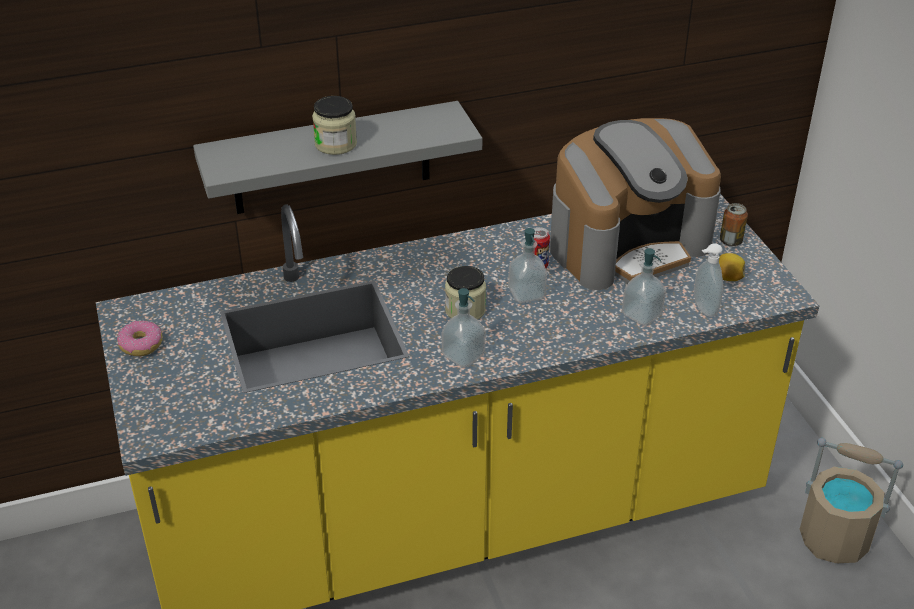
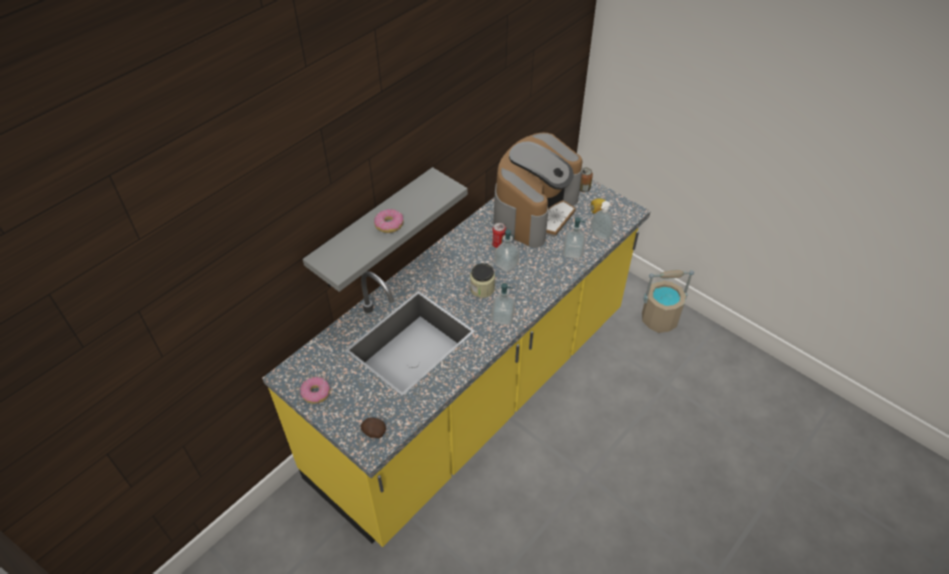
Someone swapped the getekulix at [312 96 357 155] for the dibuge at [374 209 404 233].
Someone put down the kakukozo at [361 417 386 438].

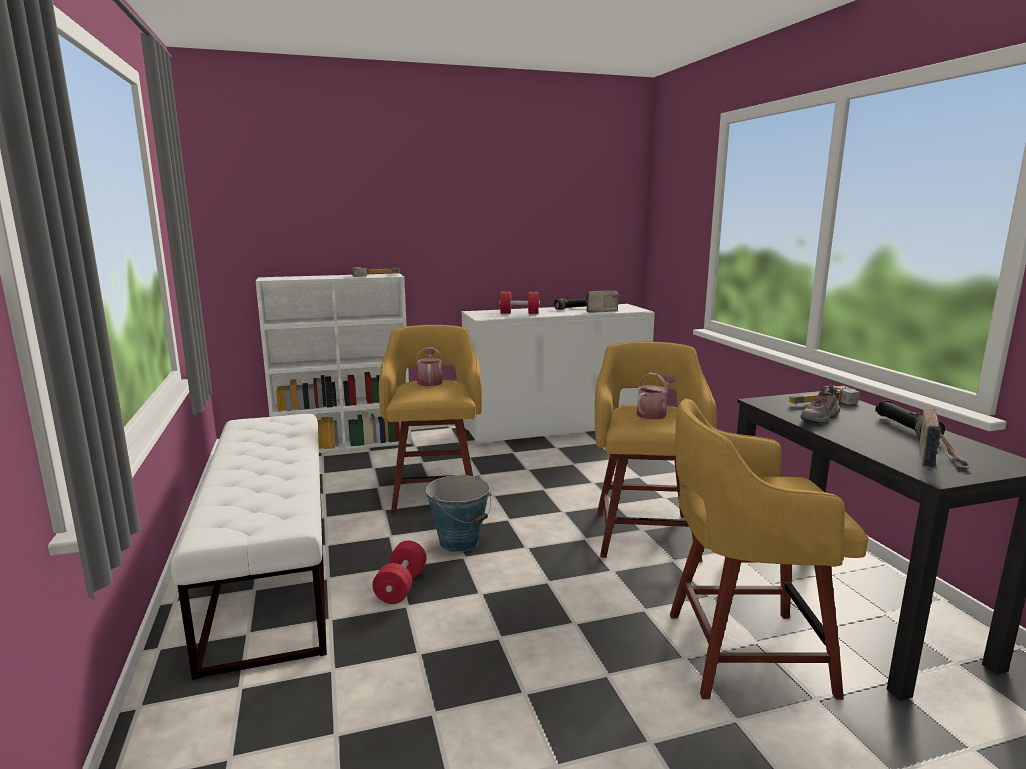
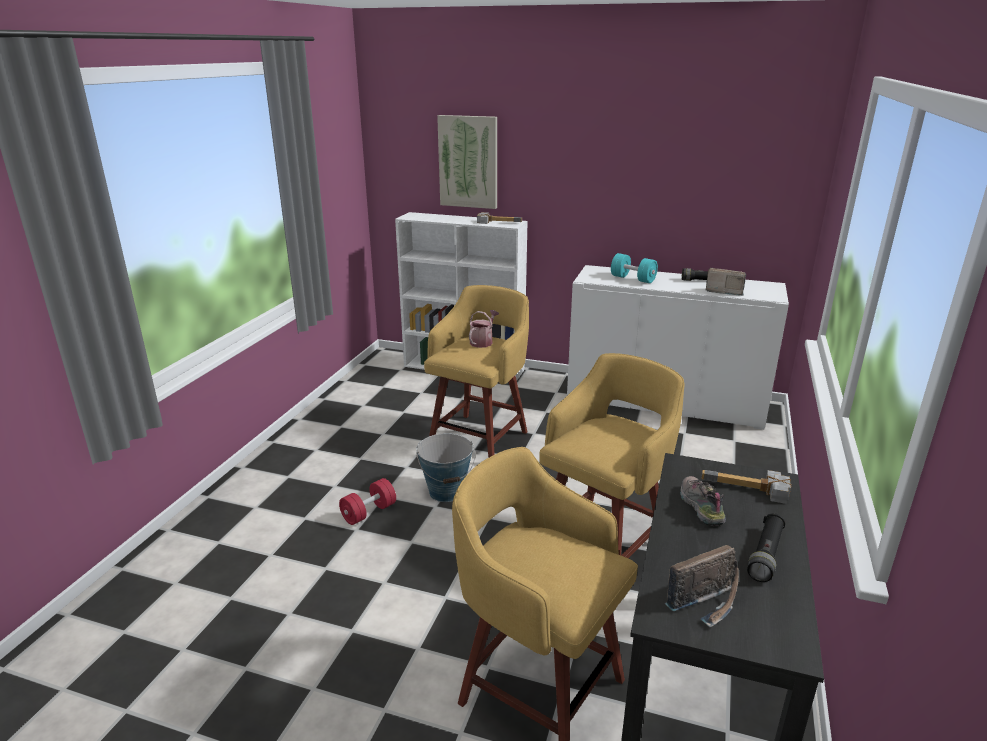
Someone took away the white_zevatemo at [170 414 327 680].
Someone repainted the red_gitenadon at [499 292 540 314], which became the turquoise_gitenadon at [611 253 658 283].
Someone took away the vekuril at [636 373 676 419].
Someone rotated the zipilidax at [801 385 840 424] by 90 degrees clockwise.
Someone put up the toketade at [437 115 497 209].

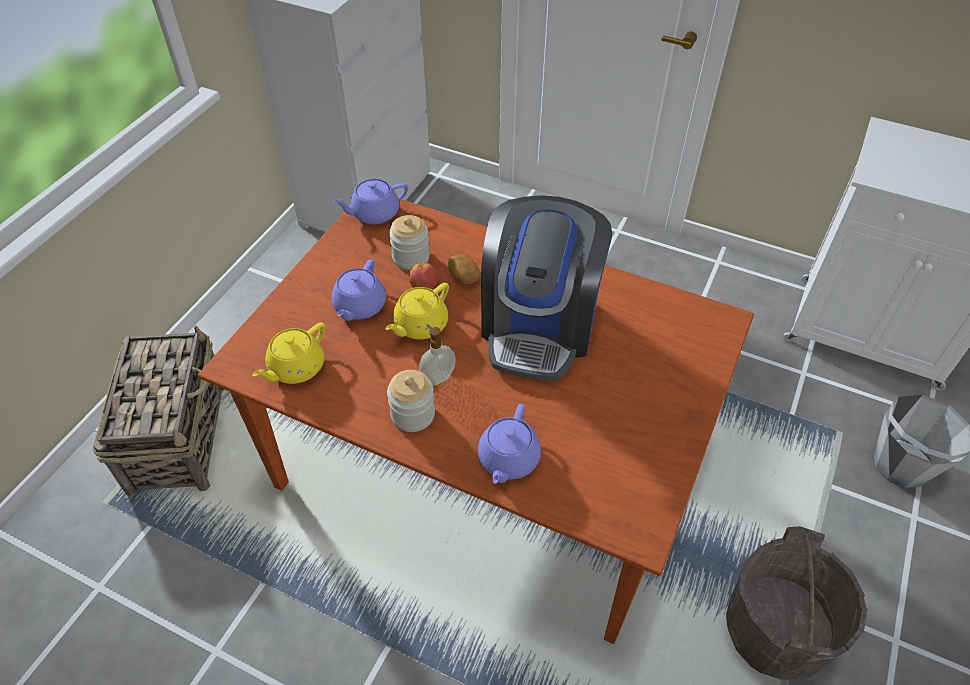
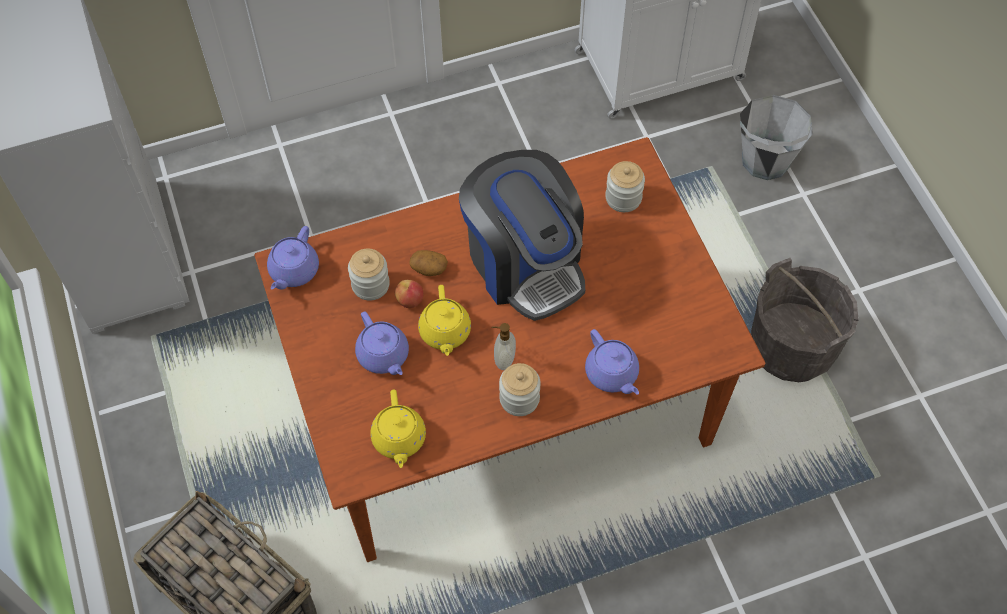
Someone put down the getekulix at [605 161 645 212].

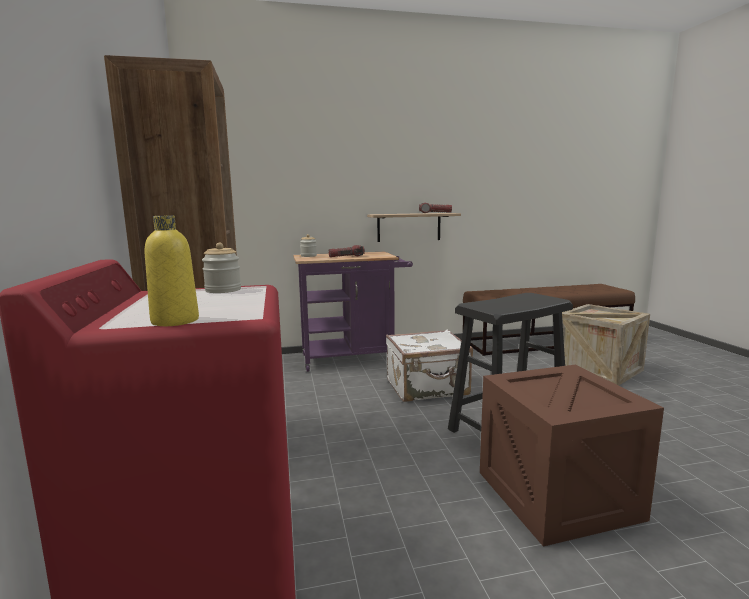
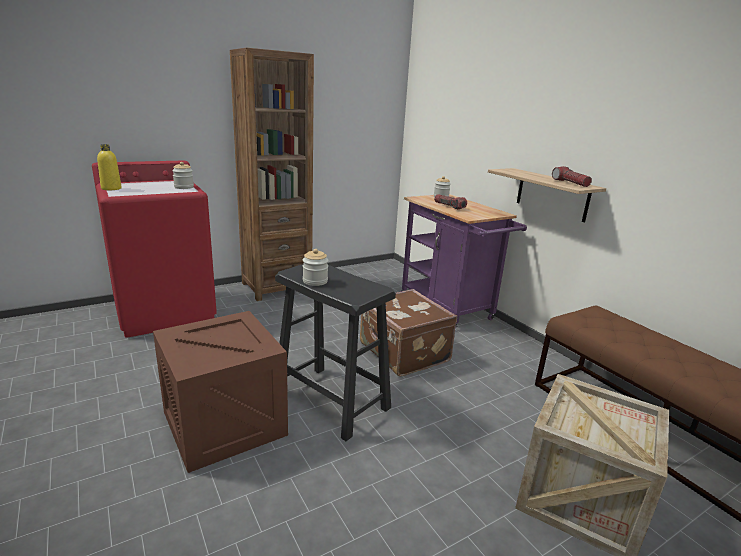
Someone repainted the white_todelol at [386 330 473 402], which became the brown_todelol at [360 289 457 377].
Someone put down the getekulix at [303 249 328 286].

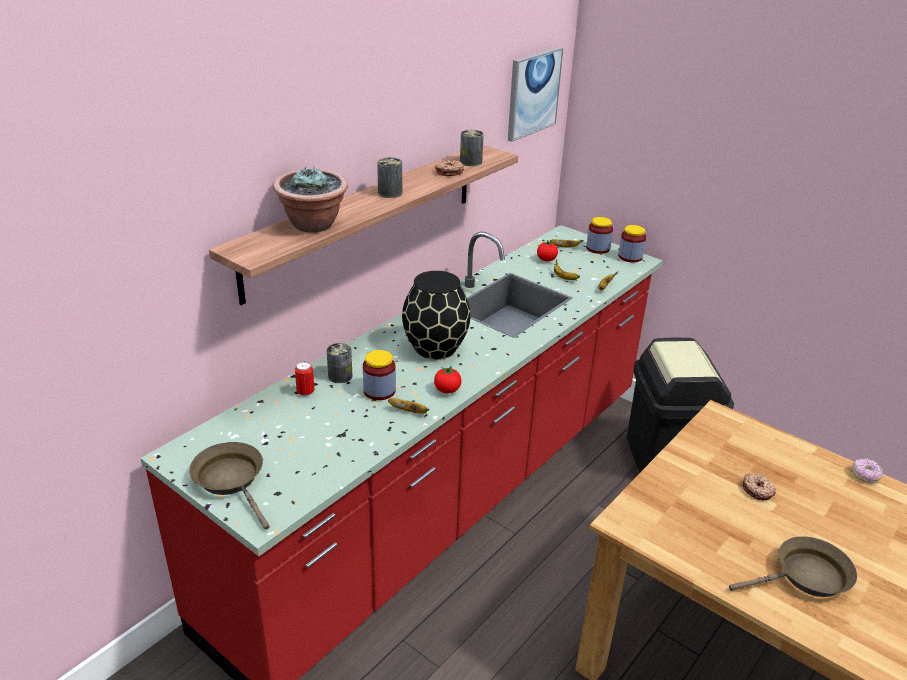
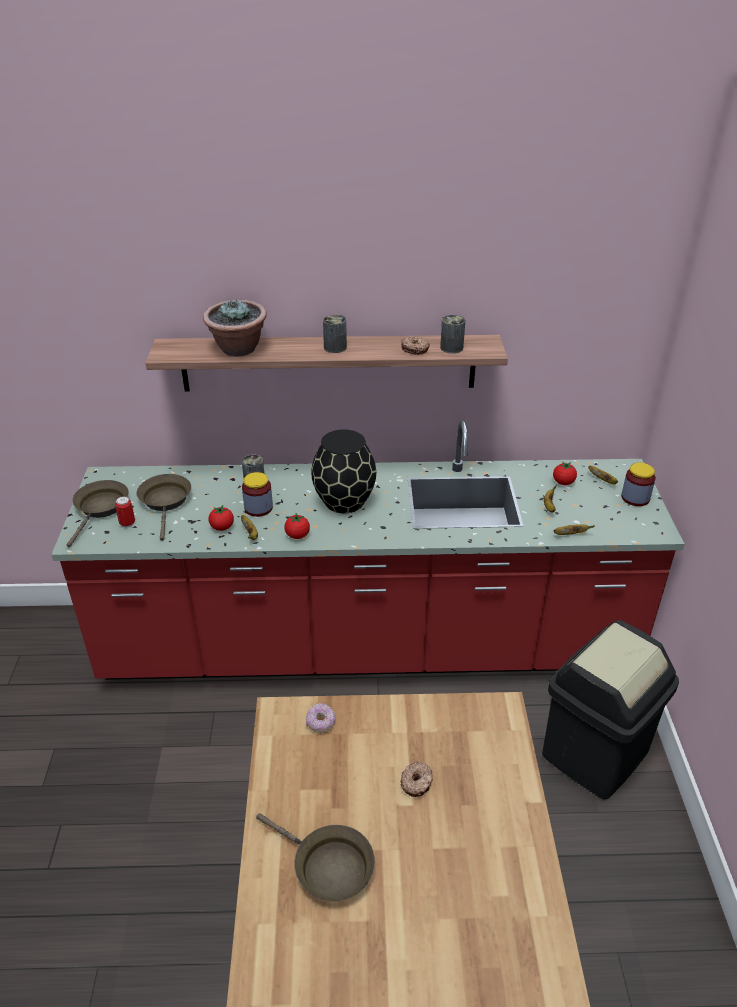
Someone carried the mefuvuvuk from [295 362 314 397] to [115 496 135 528].
Someone took away the toketade at [508 47 563 142].
Someone took away the getekulix at [618 225 646 263].
Someone carried the dibuge from [852 459 883 483] to [306 703 336 733].
Someone put down the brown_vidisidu at [137 474 191 541].
Someone put down the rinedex at [209 505 234 531].

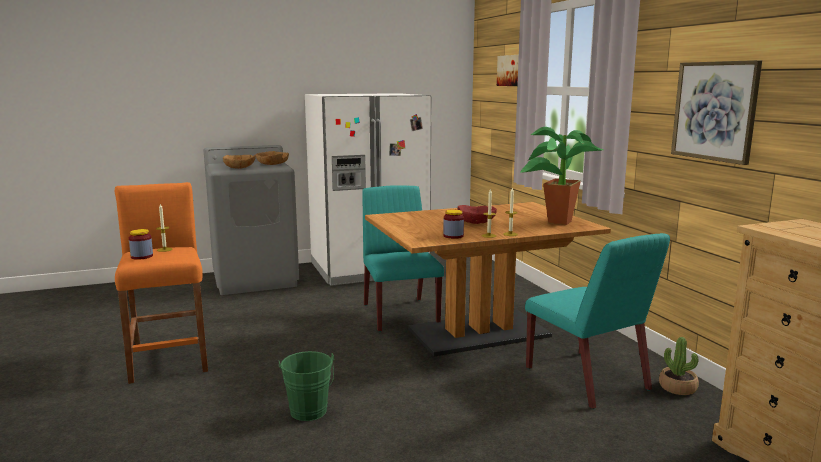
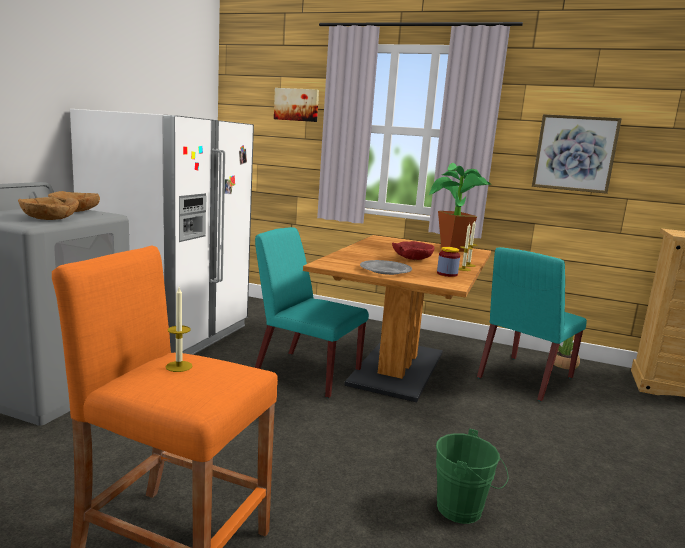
Someone took away the getekulix at [129 229 153 260].
Someone rotated the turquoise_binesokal at [525 233 670 409] by 120 degrees clockwise.
Someone put down the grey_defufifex at [360 260 412 275].

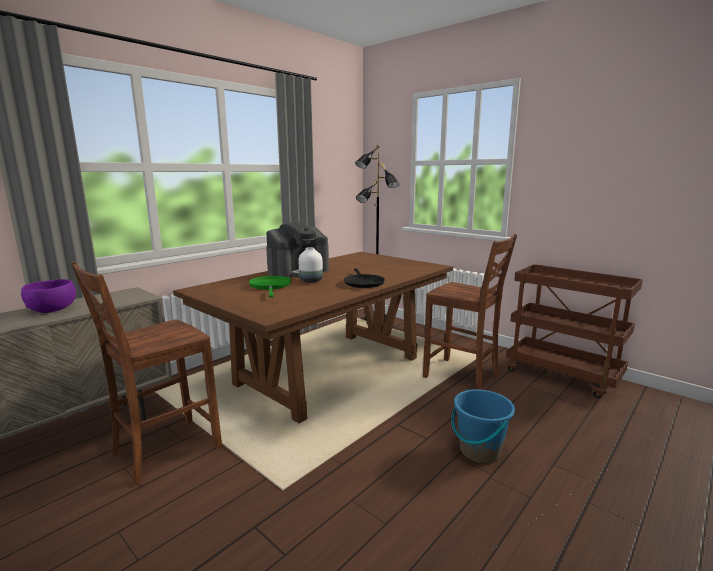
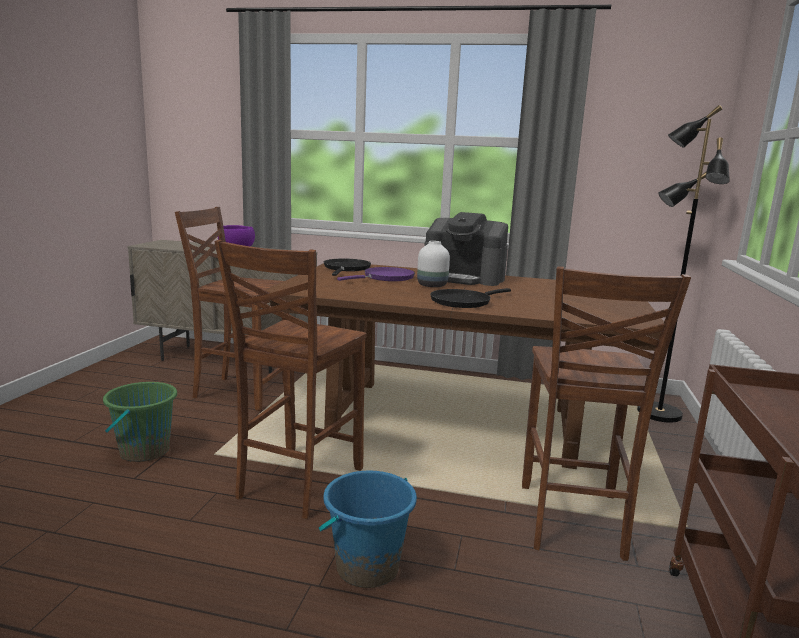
Someone repainted the green_vidisidu at [249 276 291 297], which became the purple_vidisidu at [337 267 415 281].
Someone put down the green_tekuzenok at [103 382 177 462].
Someone put down the brown_binesokal at [215 240 367 519].
Someone put down the black_vidisidu at [324 258 371 276].

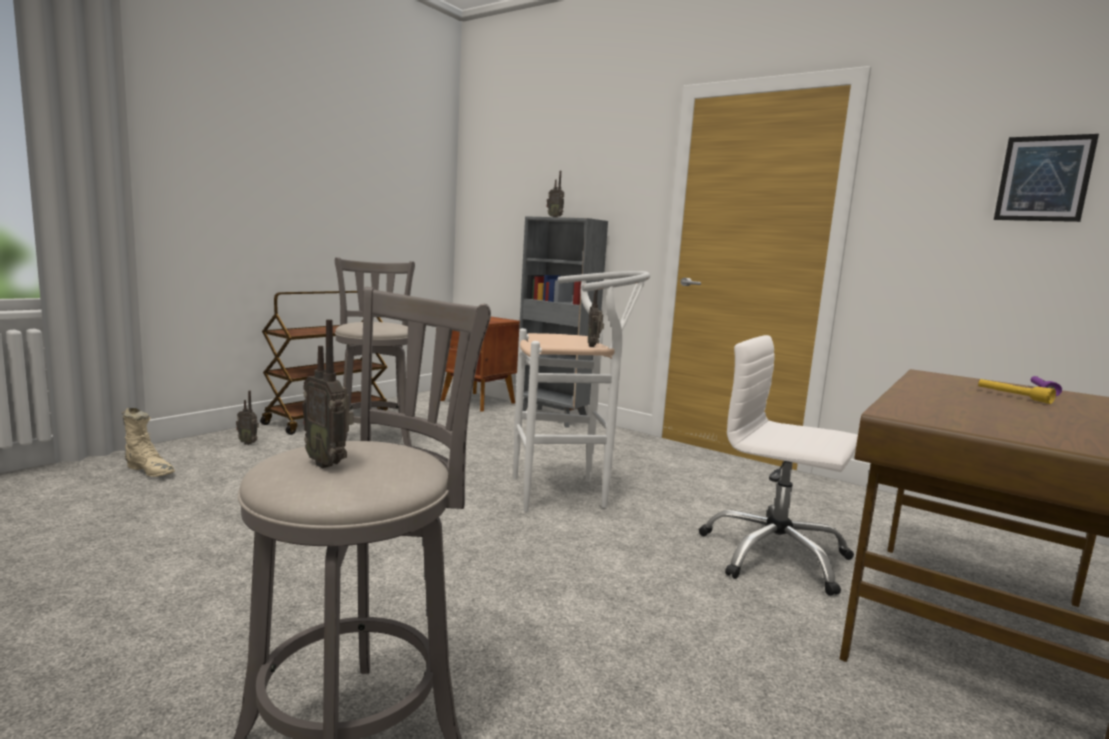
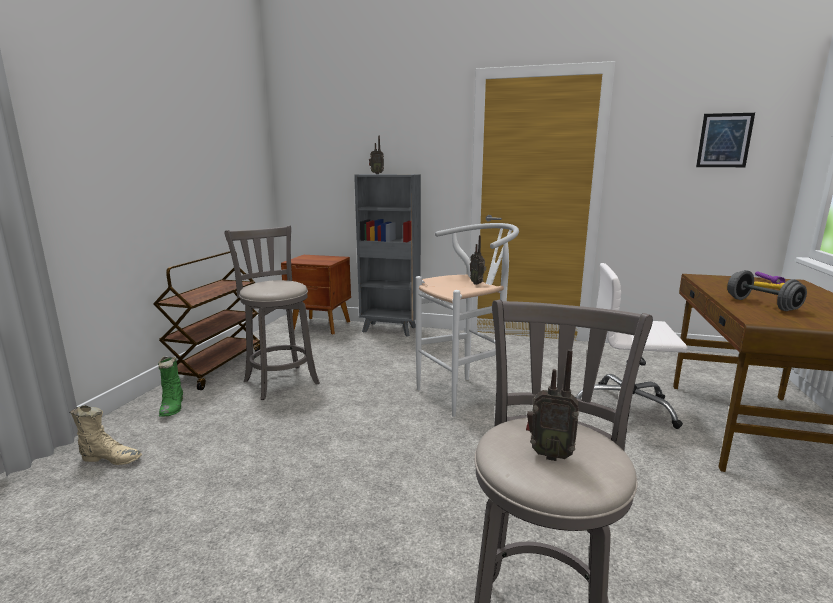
Someone swapped the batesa at [236 391 259 445] for the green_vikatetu at [158 356 183 417].
Someone put down the grey_gitenadon at [727 270 807 311].

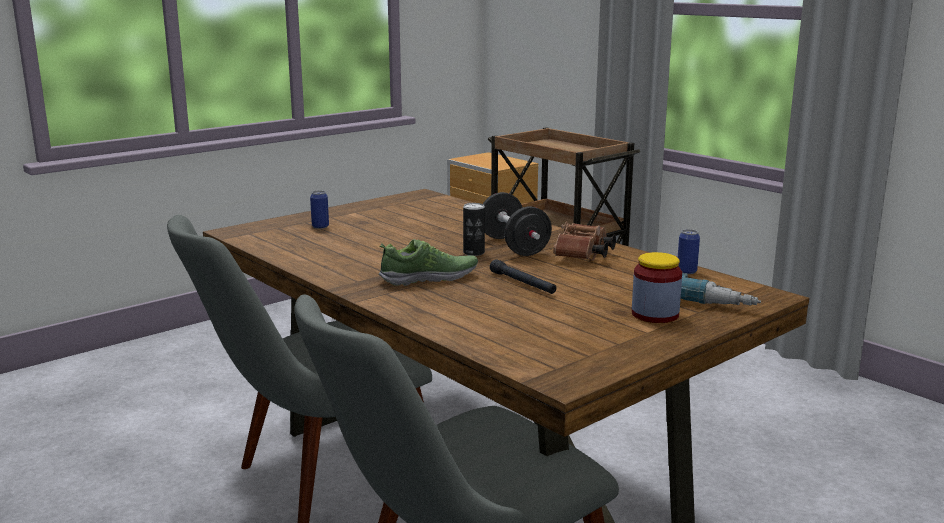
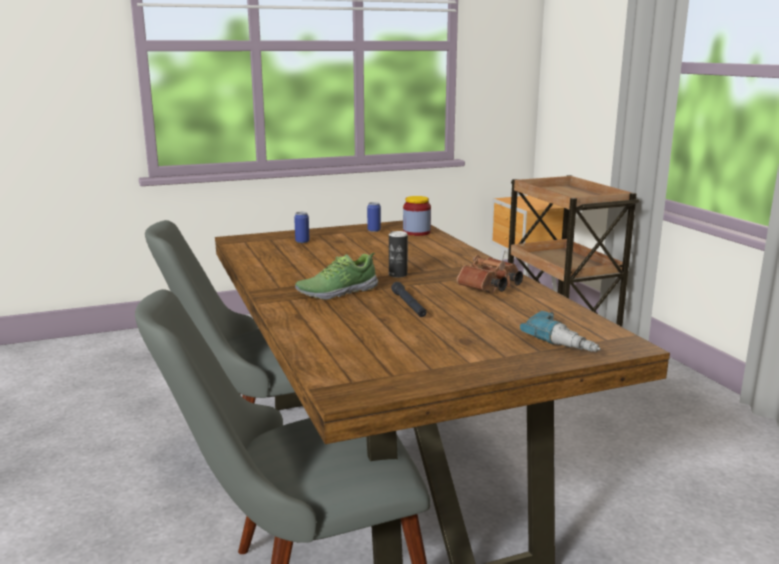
Someone rotated the zipilidax at [379 239 478 286] by 150 degrees clockwise.
Someone took away the black_gitenadon at [483 192 552 256].
Someone carried the getekulix from [632 252 682 323] to [403 196 431 236].
Someone carried the mefuvuvuk from [678 229 700 274] to [367 202 381 232].

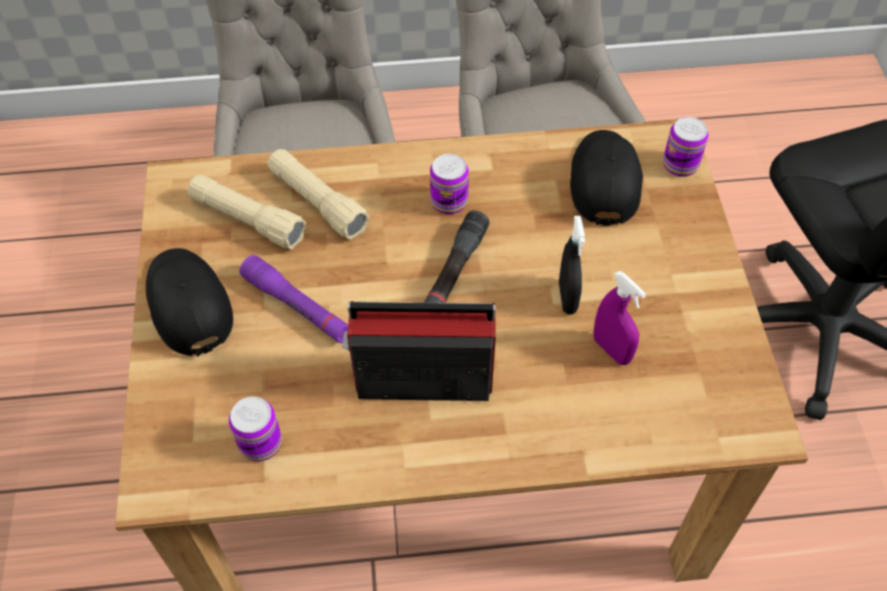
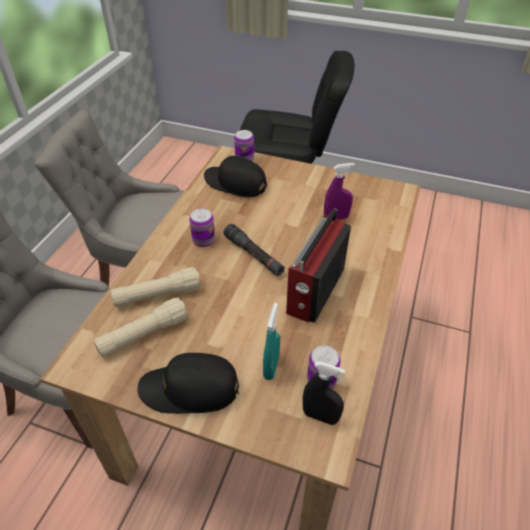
Someone took away the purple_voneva at [239 255 348 344].
Someone carried the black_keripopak from [559 216 585 314] to [302 362 346 425].
Someone put down the turquoise_keripopak at [263 303 280 380].

